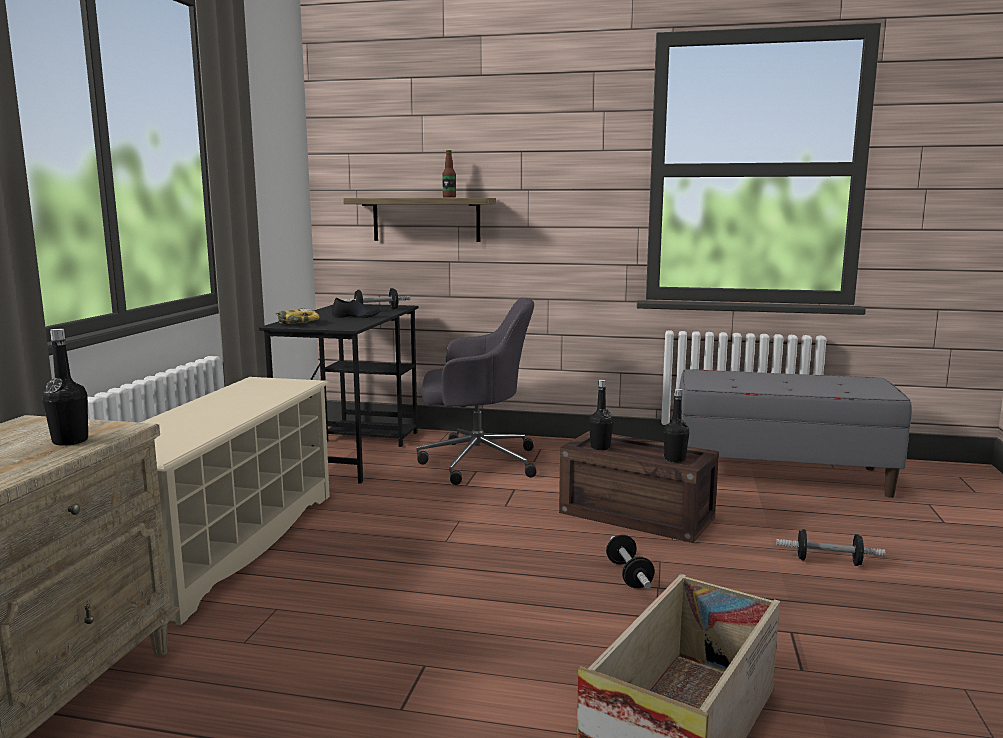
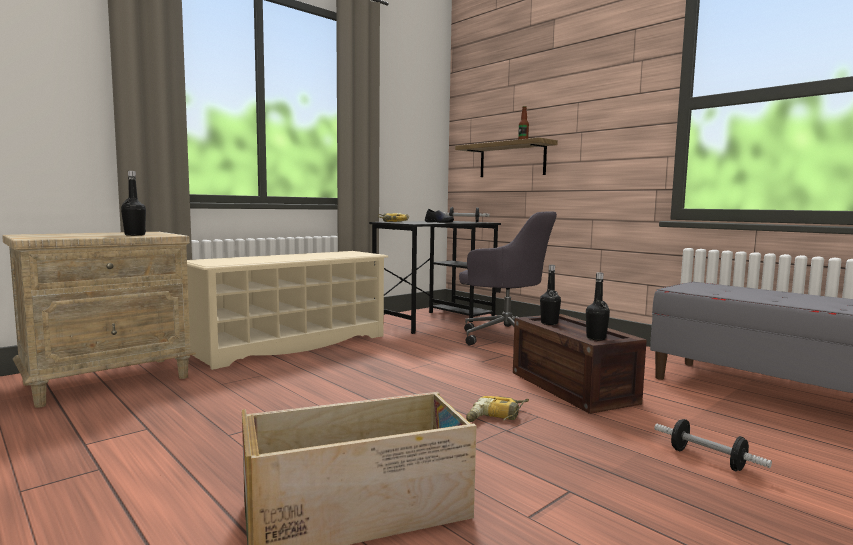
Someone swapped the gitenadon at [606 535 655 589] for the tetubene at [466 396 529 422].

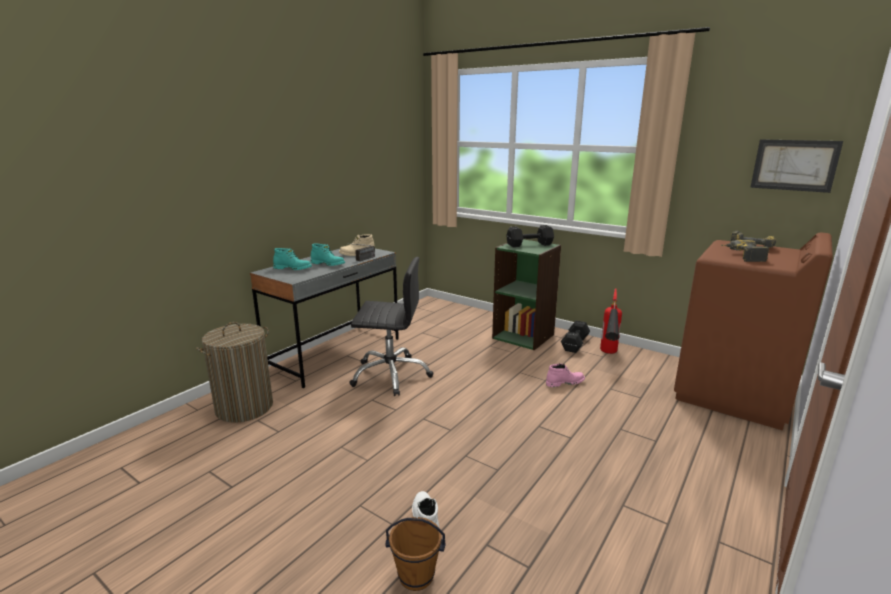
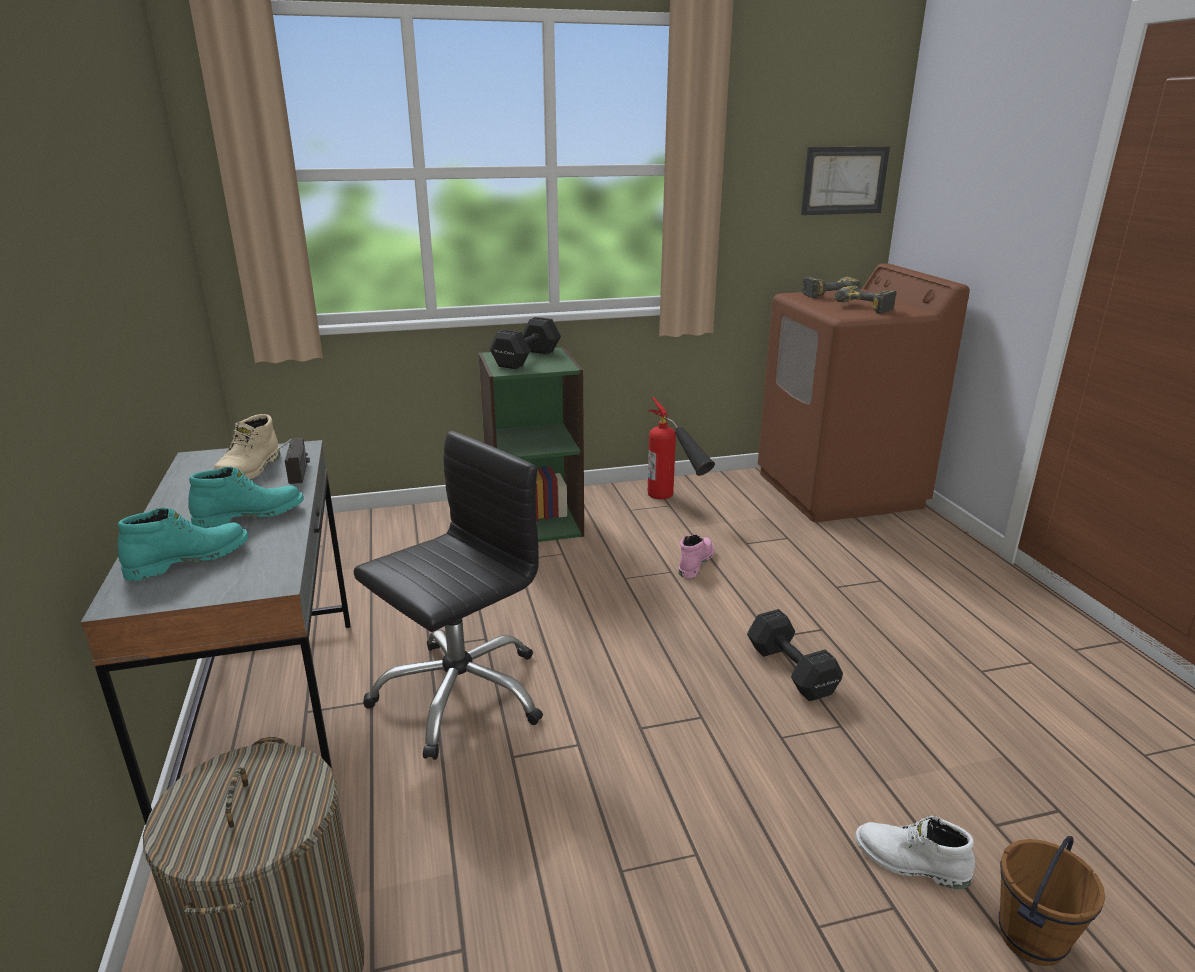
Someone carried the black_gitenadon from [561 321 590 353] to [747 609 843 701].

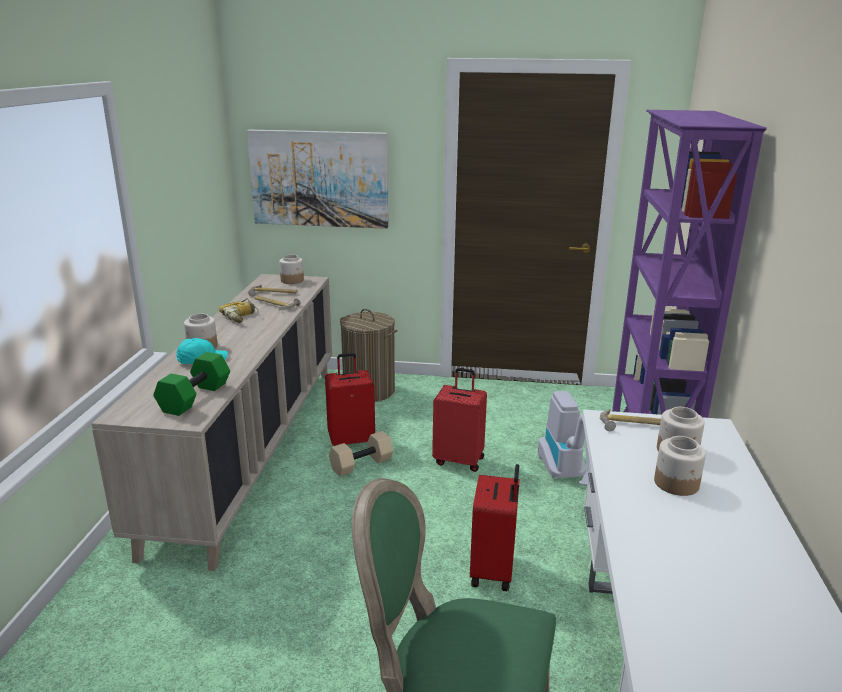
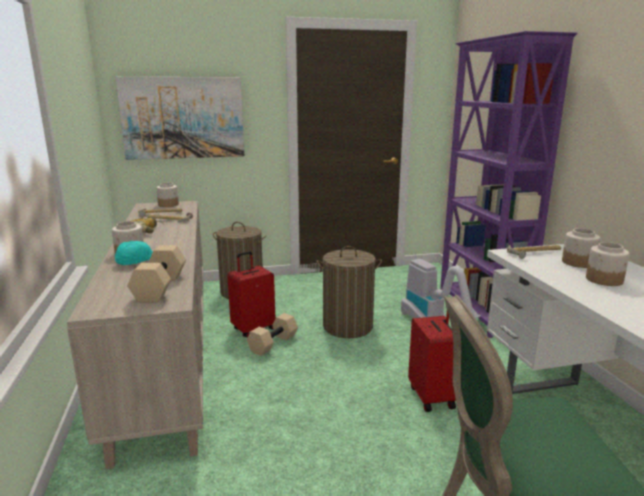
Someone repainted the green_gitenadon at [153 352 230 416], which became the beige_gitenadon at [127 245 186 302].
Someone swapped the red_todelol at [432 368 487 472] for the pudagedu at [316 246 382 338].

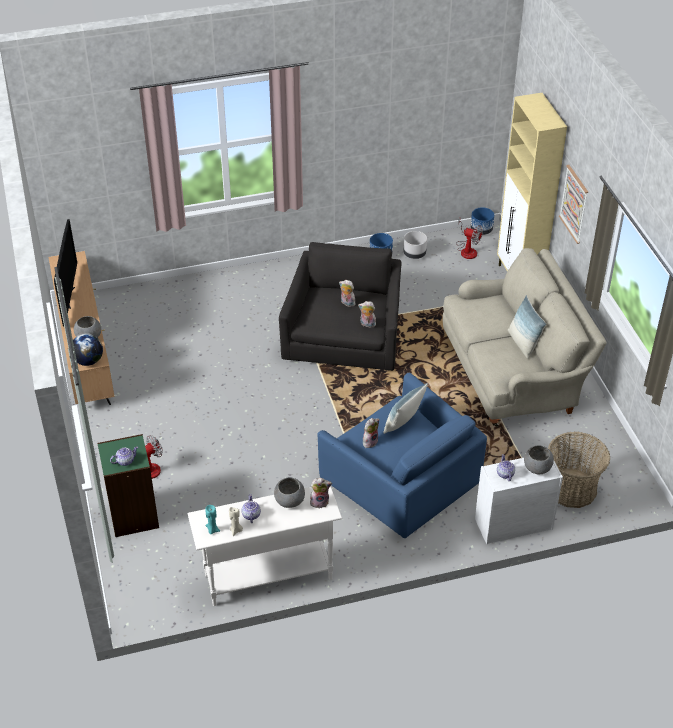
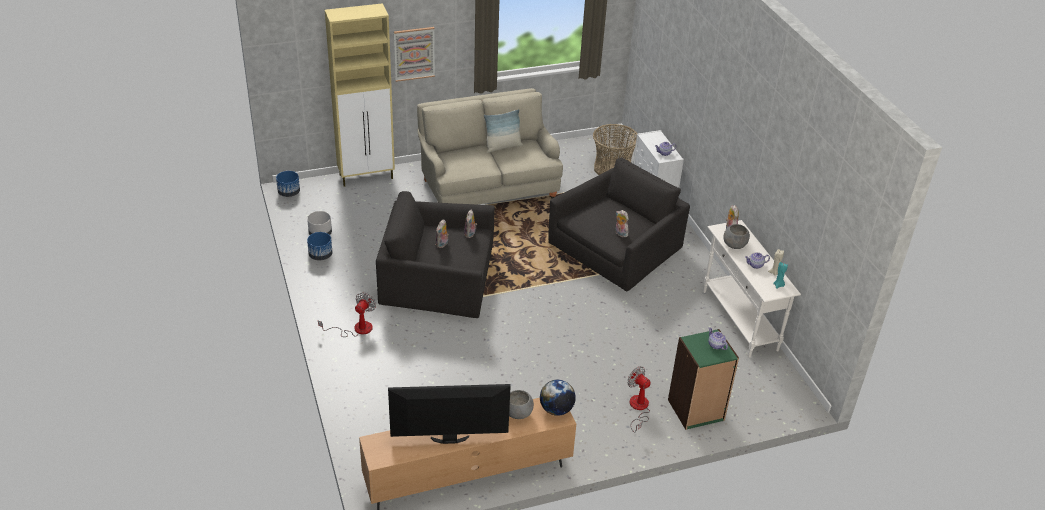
Someone repainted the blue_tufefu at [317 373 487 538], which became the black_tufefu at [548 158 690 291].
Someone took away the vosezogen at [384 383 428 434].
Someone carried the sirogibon from [456 218 483 259] to [318 293 376 337].
Someone took away the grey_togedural at [524 445 554 474].

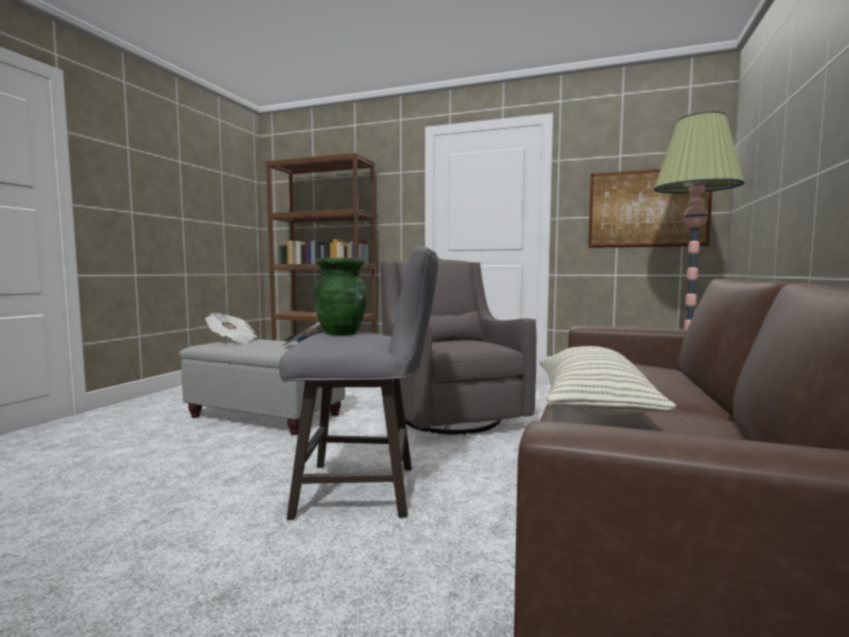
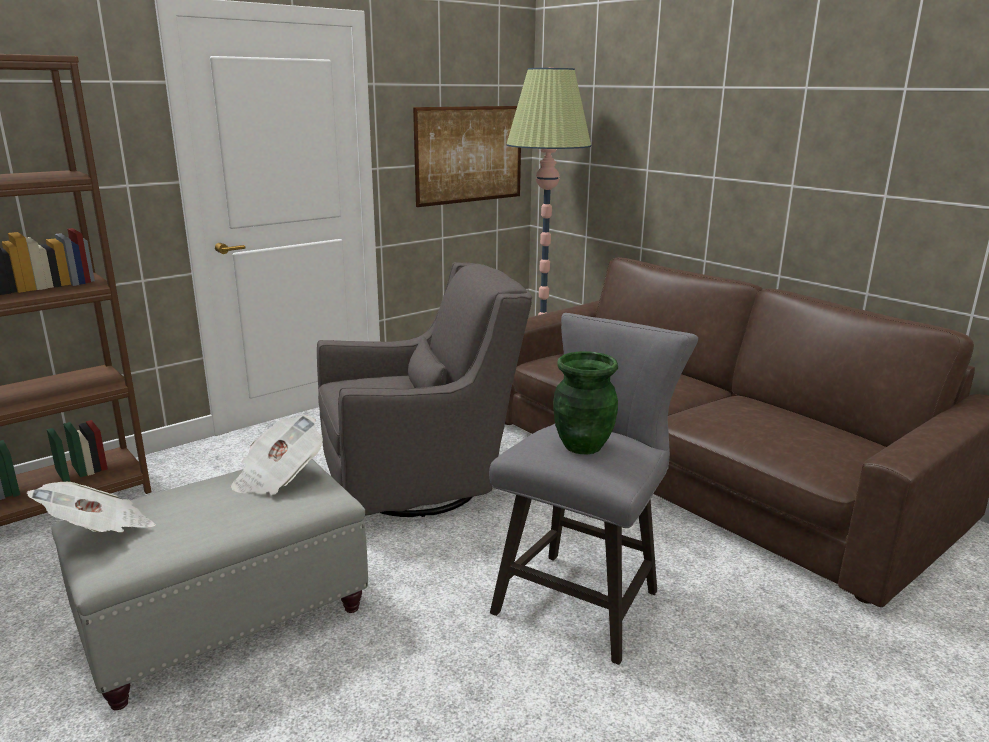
Someone rotated the grey_tufefu at [380 260 536 435] by 150 degrees clockwise.
Someone took away the vosezogen at [539 346 676 415].

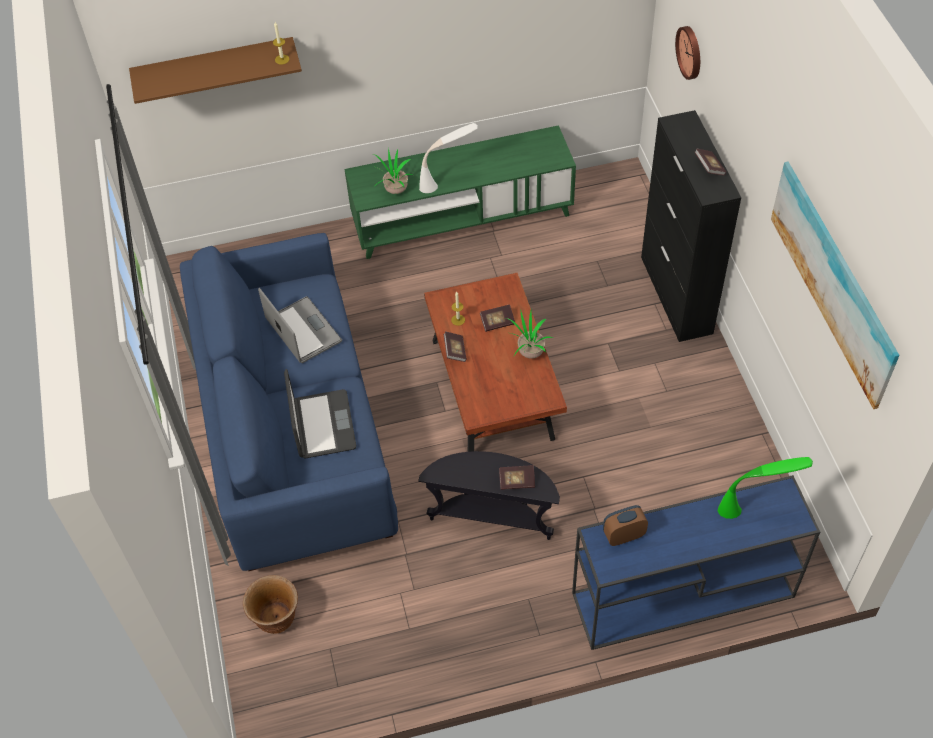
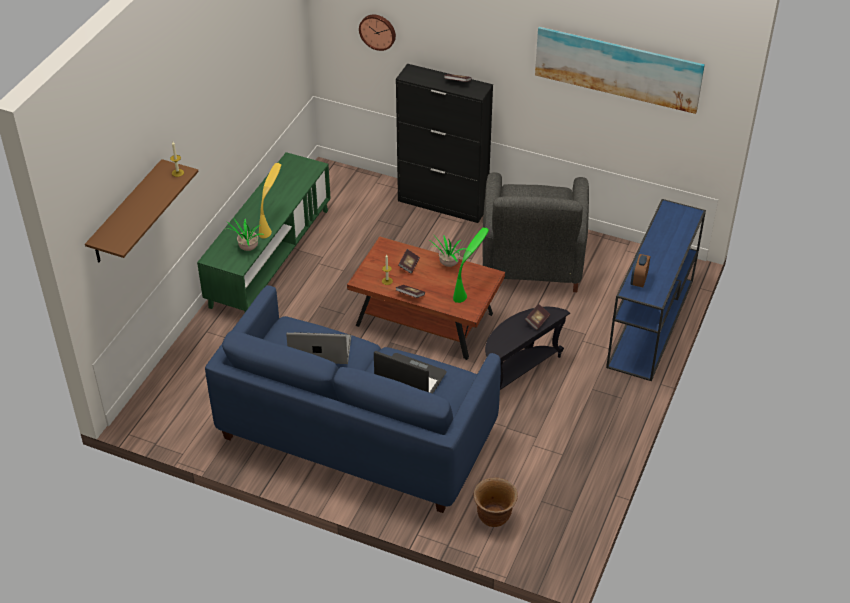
Someone repainted the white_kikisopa at [419 123 478 193], which became the yellow_kikisopa at [259 163 281 238].
Someone carried the green_kikisopa from [718 457 813 519] to [453 228 489 303].
Someone put down the grey_tufefu at [482 172 589 292].

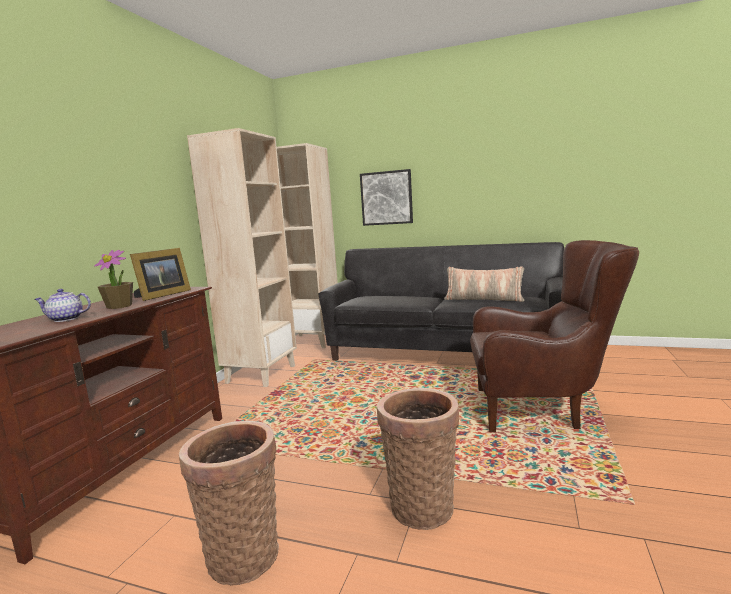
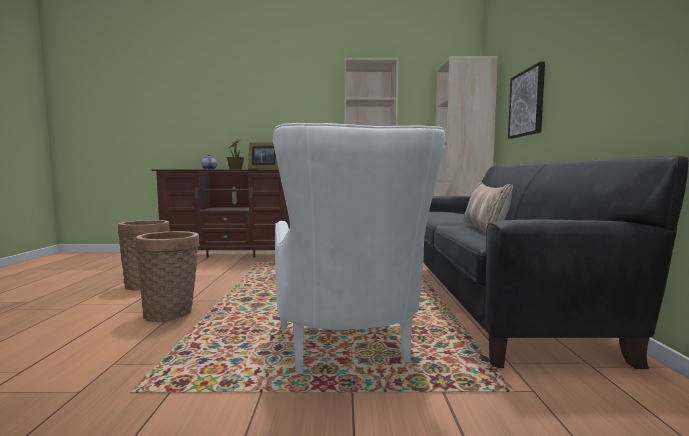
Someone repainted the brown_tufefu at [470 240 639 432], which became the white_tufefu at [273 123 445 373].

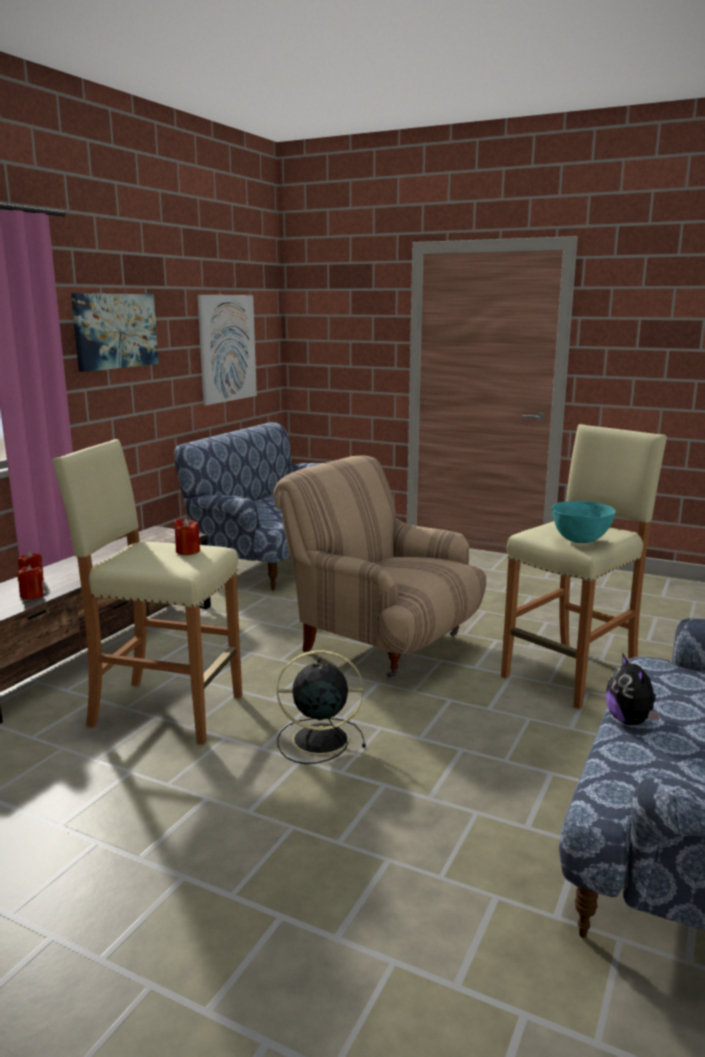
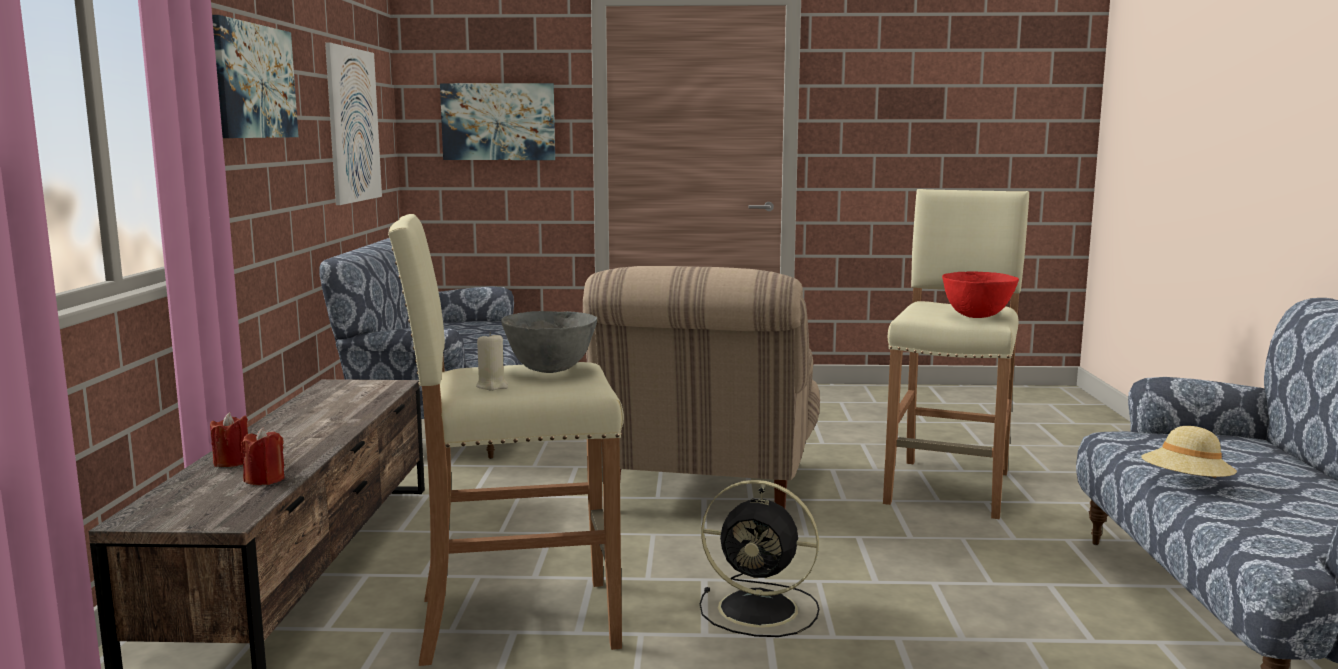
Someone swapped the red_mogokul at [174 518 200 555] for the grey_togedural at [501 311 597 373].
Someone rotated the beige_tufefu at [273 455 486 678] by 90 degrees counterclockwise.
Someone rotated the black_sirogibon at [277 650 366 764] by 135 degrees counterclockwise.
Someone repainted the turquoise_togedural at [552 501 616 543], which became the red_togedural at [942 271 1019 318].
Someone swapped the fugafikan at [606 653 660 725] for the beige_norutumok at [1141 426 1237 478].
Someone put up the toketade at [440 83 555 160].
Someone put down the beige_mogokul at [476 332 508 391].

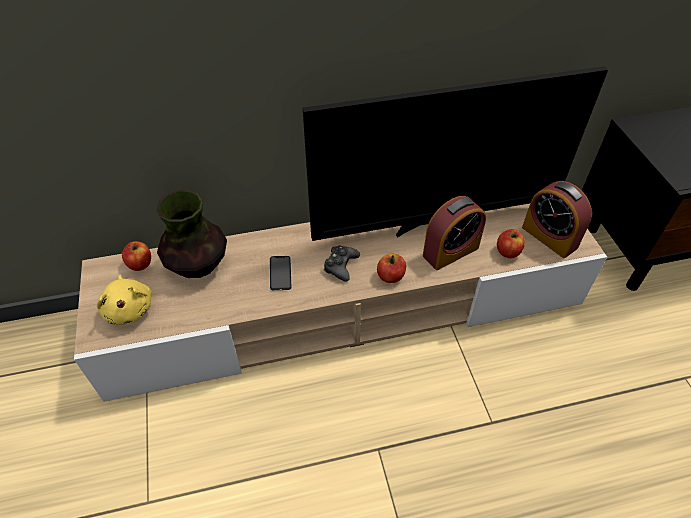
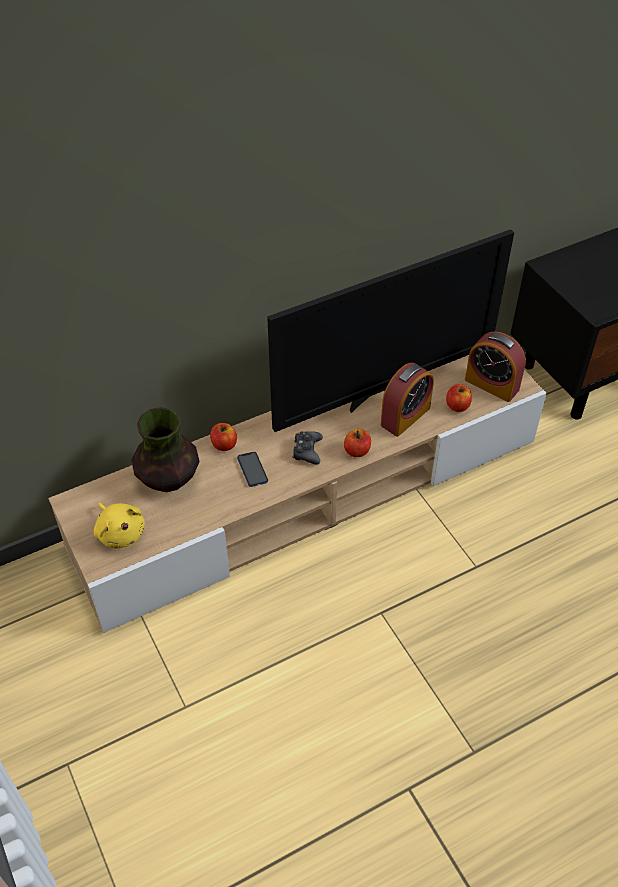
Someone carried the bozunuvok from [122 241 151 271] to [210 423 237 451].

